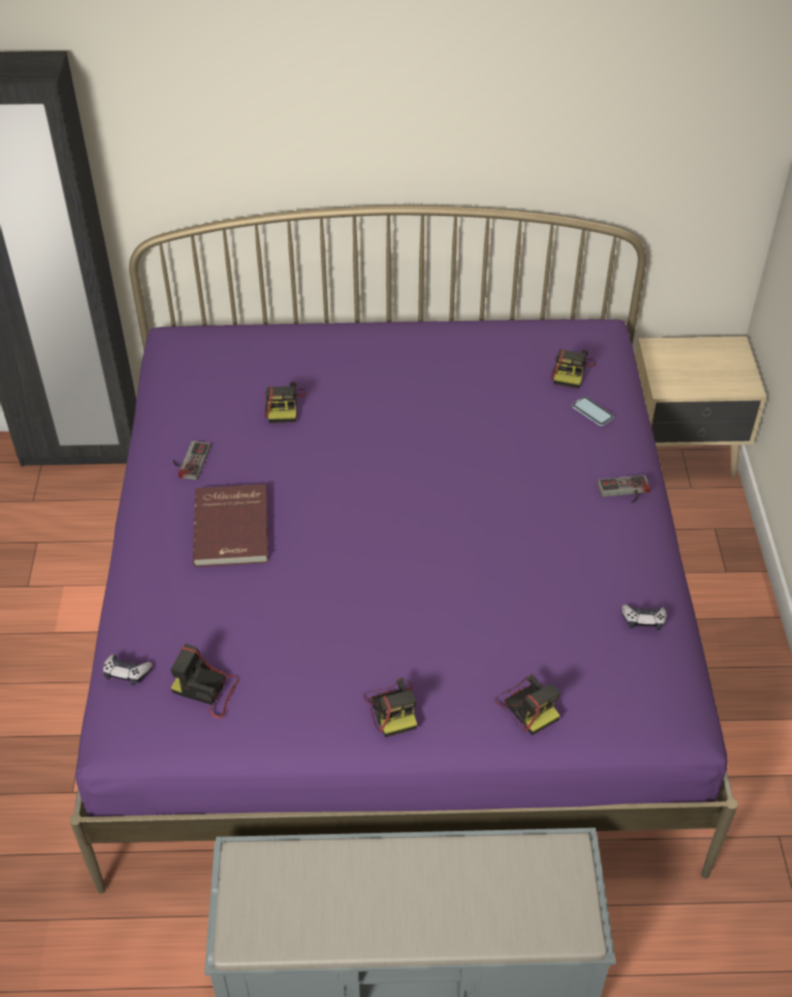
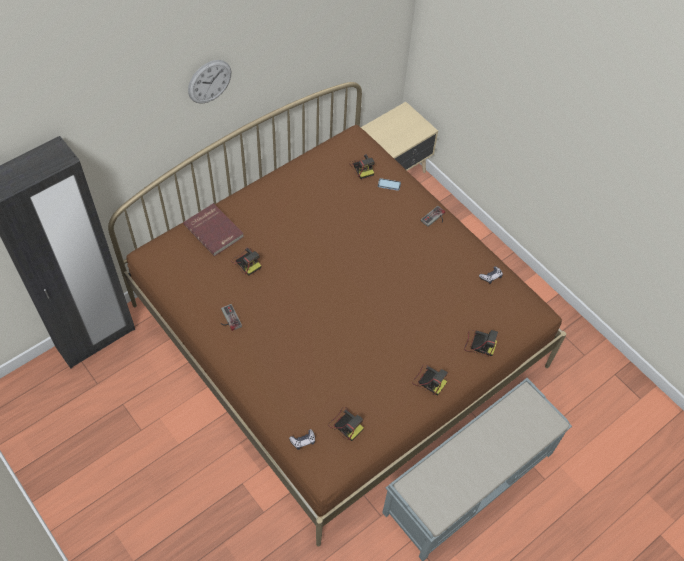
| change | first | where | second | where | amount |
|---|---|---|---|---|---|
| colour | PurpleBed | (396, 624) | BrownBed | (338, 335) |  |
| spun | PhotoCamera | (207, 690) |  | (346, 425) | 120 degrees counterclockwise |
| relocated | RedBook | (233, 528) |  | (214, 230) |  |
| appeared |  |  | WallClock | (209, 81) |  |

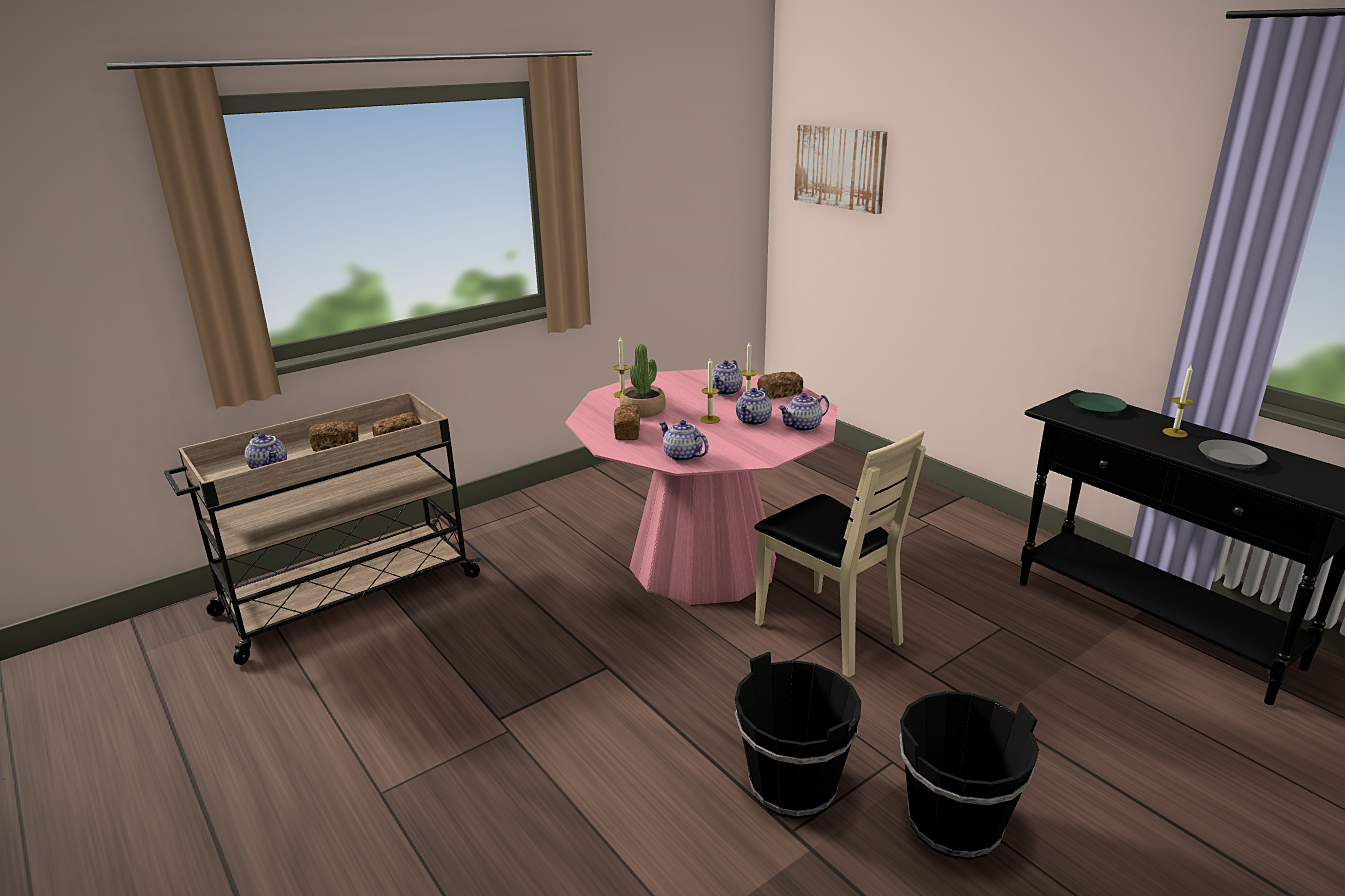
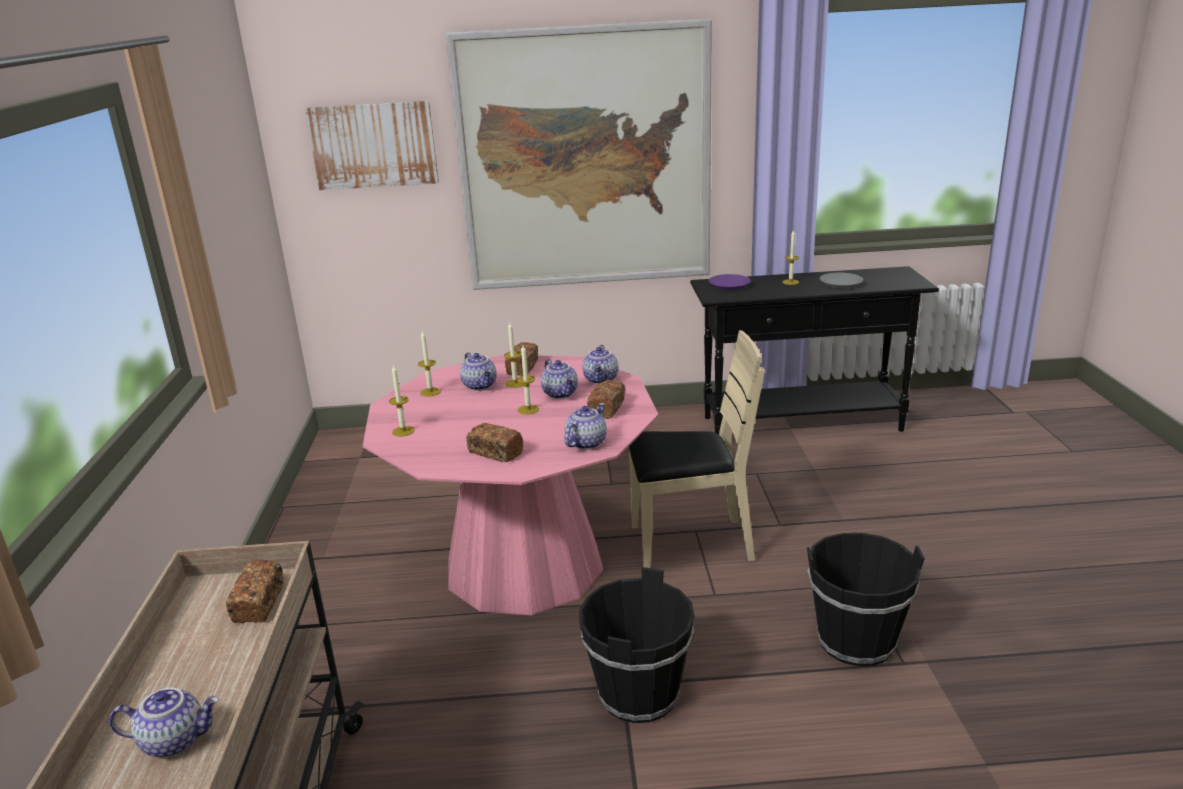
| change | first | where | second | where | amount |
|---|---|---|---|---|---|
| relocated | Bread | (336, 445) |  | (606, 408) |  |
| missing | PottedPlant | (643, 410) |  |  |  |
| spun | Teapot | (682, 456) |  | (586, 443) | 135 degrees clockwise |
| relocated | BlackBucket | (954, 823) |  | (638, 694) |  |
| colour | GreenPlate | (1097, 408) | PurplePlate | (729, 285) |  |
| appeared |  |  | Candle | (430, 392) |  |
| appeared |  |  | Picture | (585, 159) |  |

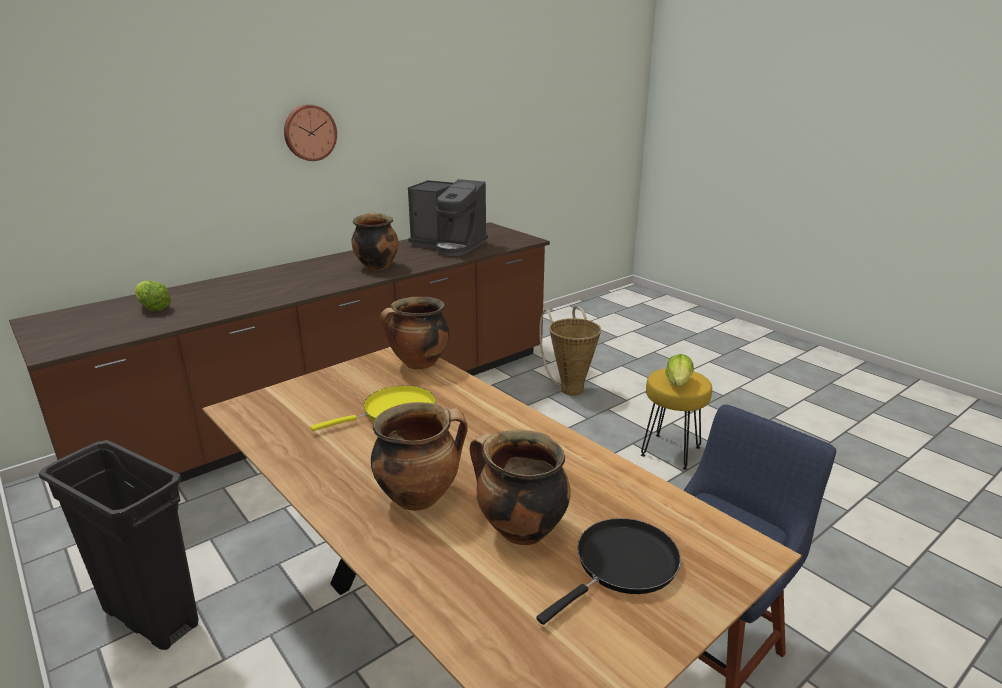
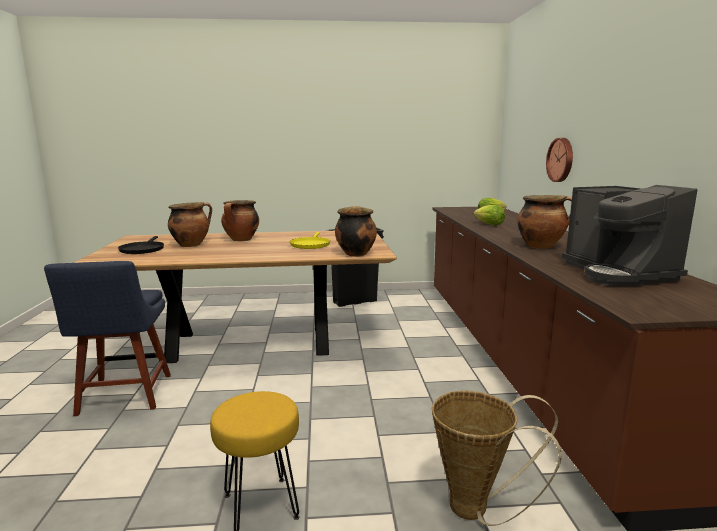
| change | first | where | second | where | amount |
|---|---|---|---|---|---|
| relocated | WallClock | (309, 132) |  | (561, 160) |  |
| spun | CoffeeMachine | (449, 245) |  | (618, 273) | 75 degrees counterclockwise |
| relocated | Lettuce | (678, 383) |  | (489, 224) |  |

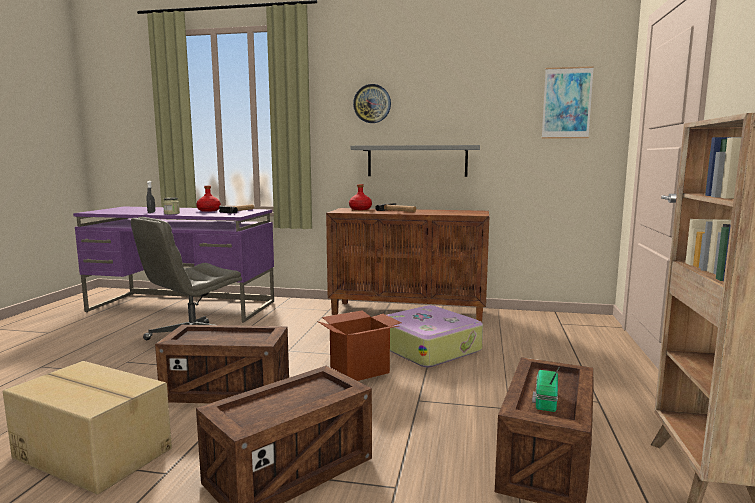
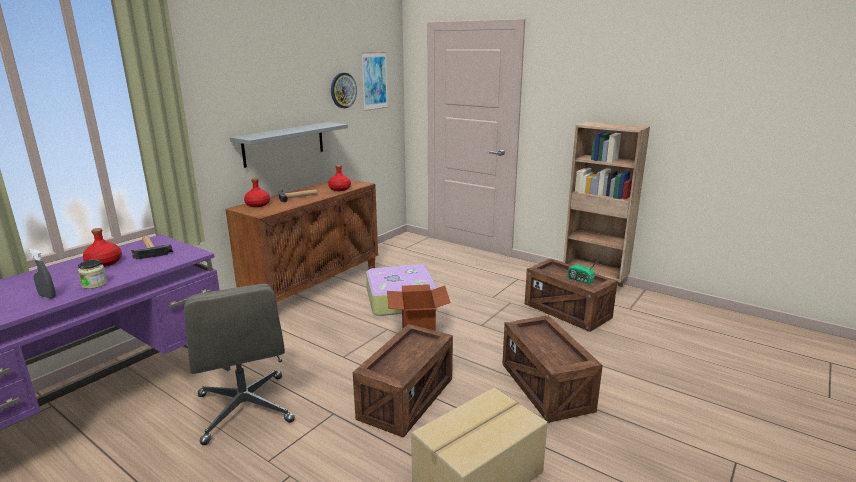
| change | first | where | second | where | amount |
|---|---|---|---|---|---|
| relocated | WallClock | (372, 103) |  | (343, 90) |  |
| appeared |  |  | RedBottle | (340, 189) |  |

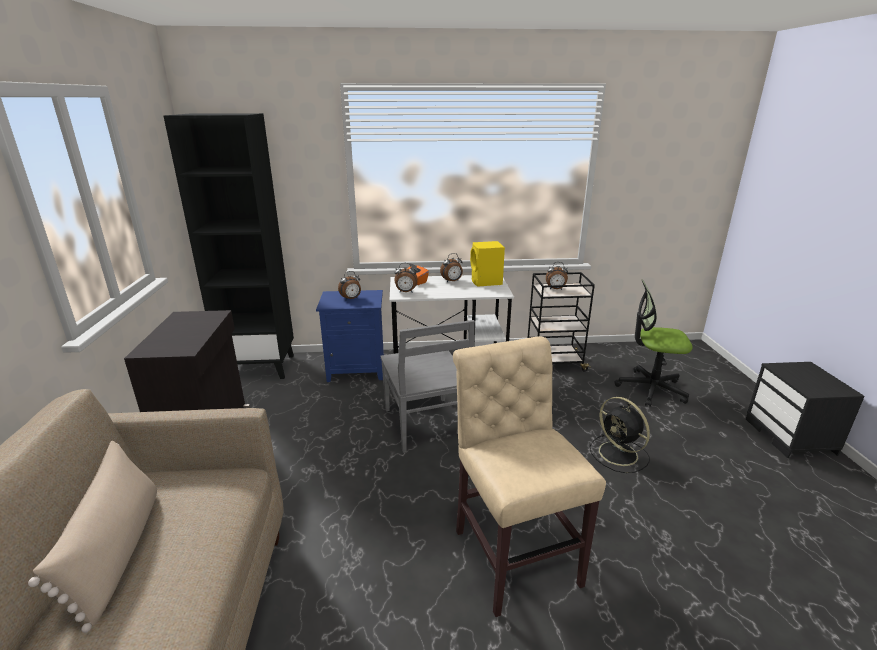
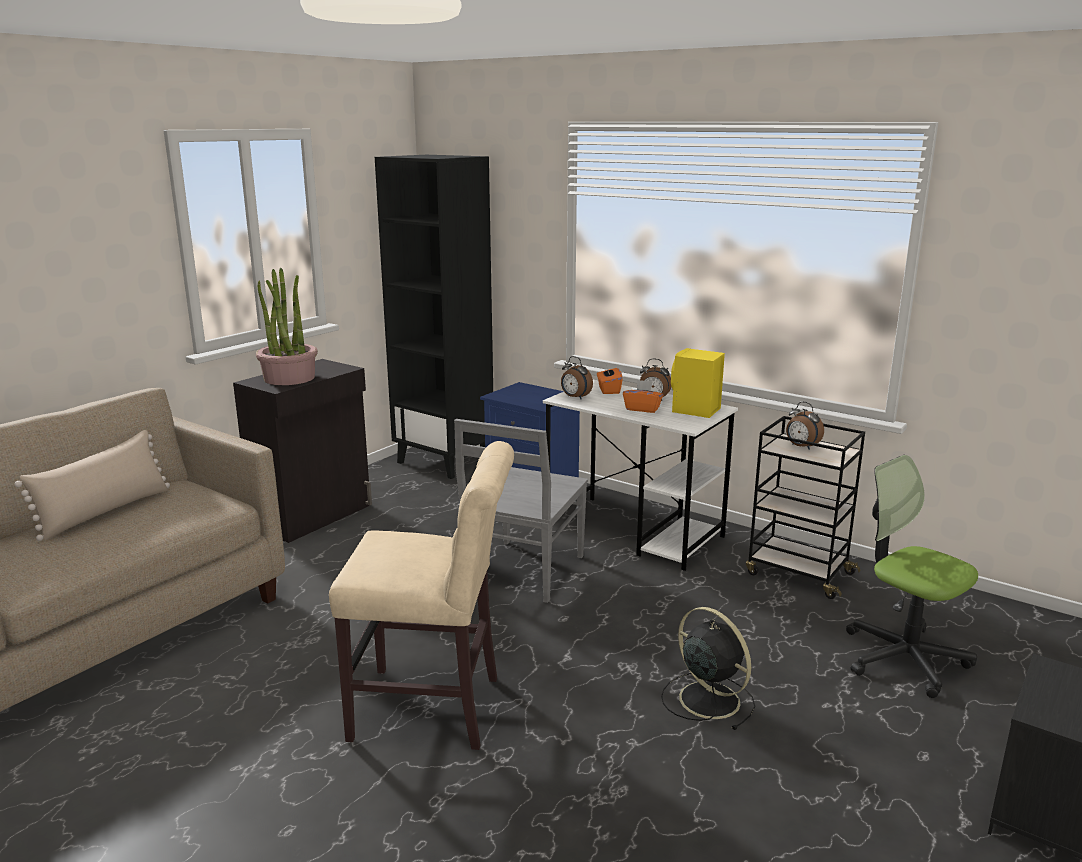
| change | first | where | second | where | amount |
|---|---|---|---|---|---|
| missing | AlarmClock | (351, 299) |  |  |  |
| spun | BeigeChair | (512, 552) |  | (434, 709) | 75 degrees clockwise |
| spun | BlackFan | (619, 454) |  | (707, 698) | 135 degrees clockwise |
| appeared |  |  | PottedPlant | (289, 378) |  |
| appeared |  |  | OrangeTissueBox | (642, 409) |  |

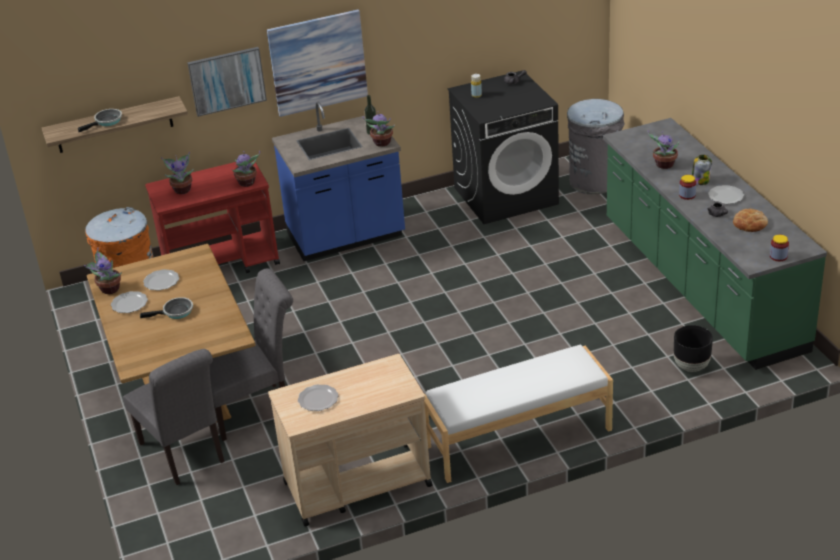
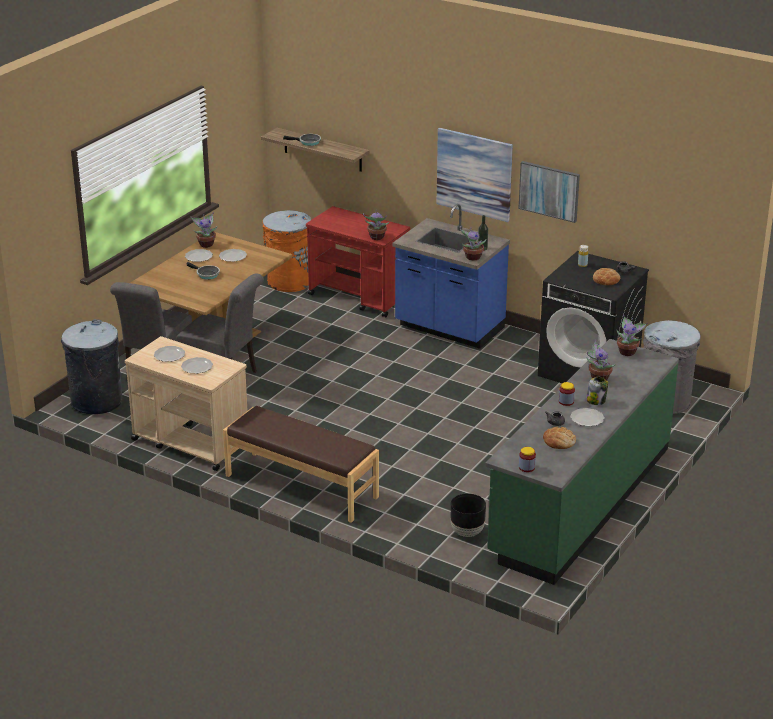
| change | first | where | second | where | amount |
|---|---|---|---|---|---|
| relocated | PottedPlant | (182, 189) |  | (628, 352) |  |
| relocated | Picture | (227, 80) |  | (549, 191) |  |
| colour | WhiteBench | (518, 438) | BrownBench | (301, 486) |  |
| appeared |  |  | GreyTrashCan | (96, 401) |  |
| appeared |  |  | Plate | (197, 367) |  |
| appeared |  |  | Bread | (606, 280) |  |

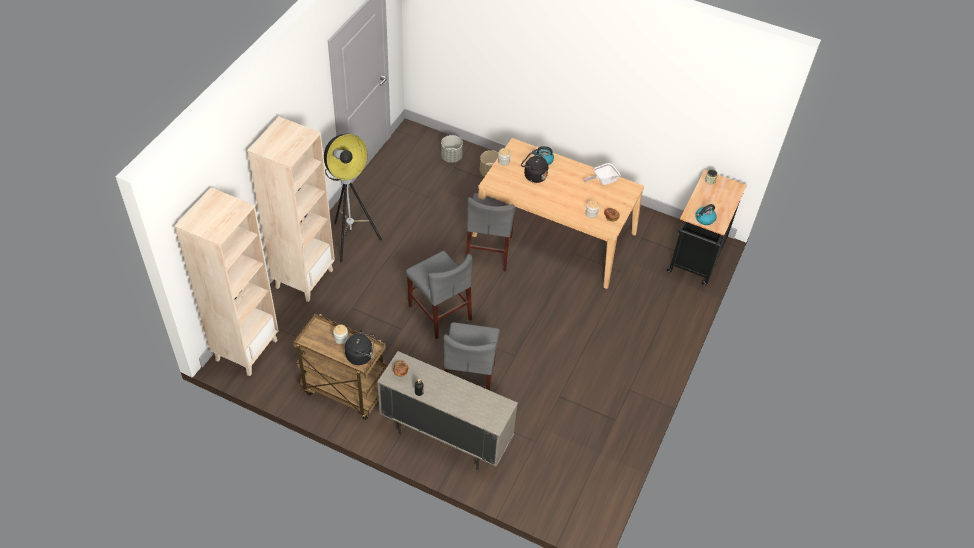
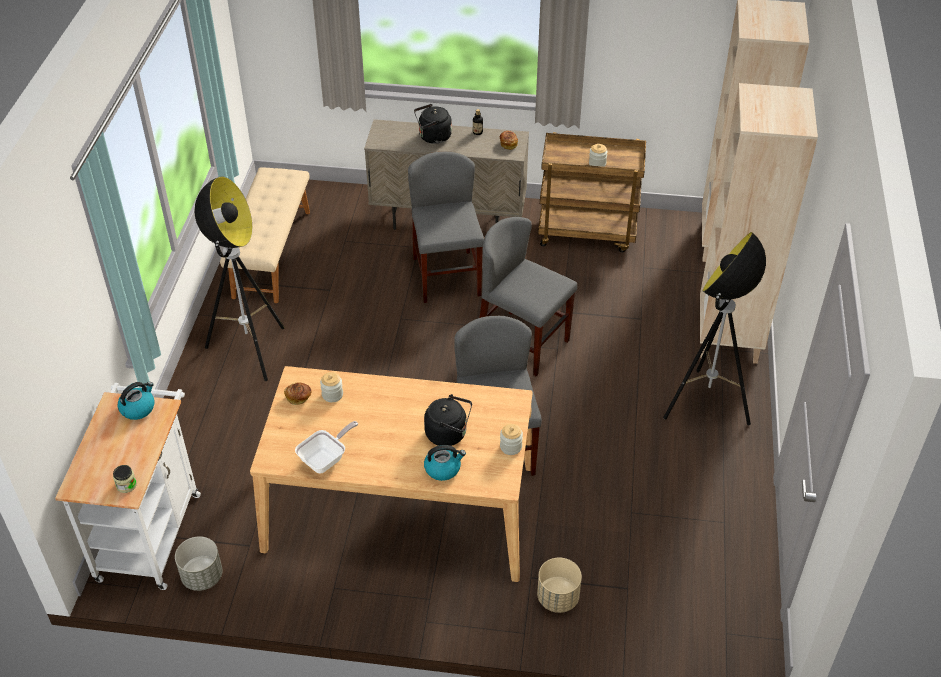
| change | first | where | second | where | amount |
|---|---|---|---|---|---|
| relocated | BlackKettle | (361, 356) |  | (433, 137) |  |
| relocated | GreyPlanter | (451, 157) |  | (202, 576) |  |
| colour | BlackCart | (695, 260) | WhiteCart | (151, 529) |  |
| appeared |  |  | FloorLamp | (249, 351) |  |
| appeared |  |  | BeigeBench | (271, 253) |  |

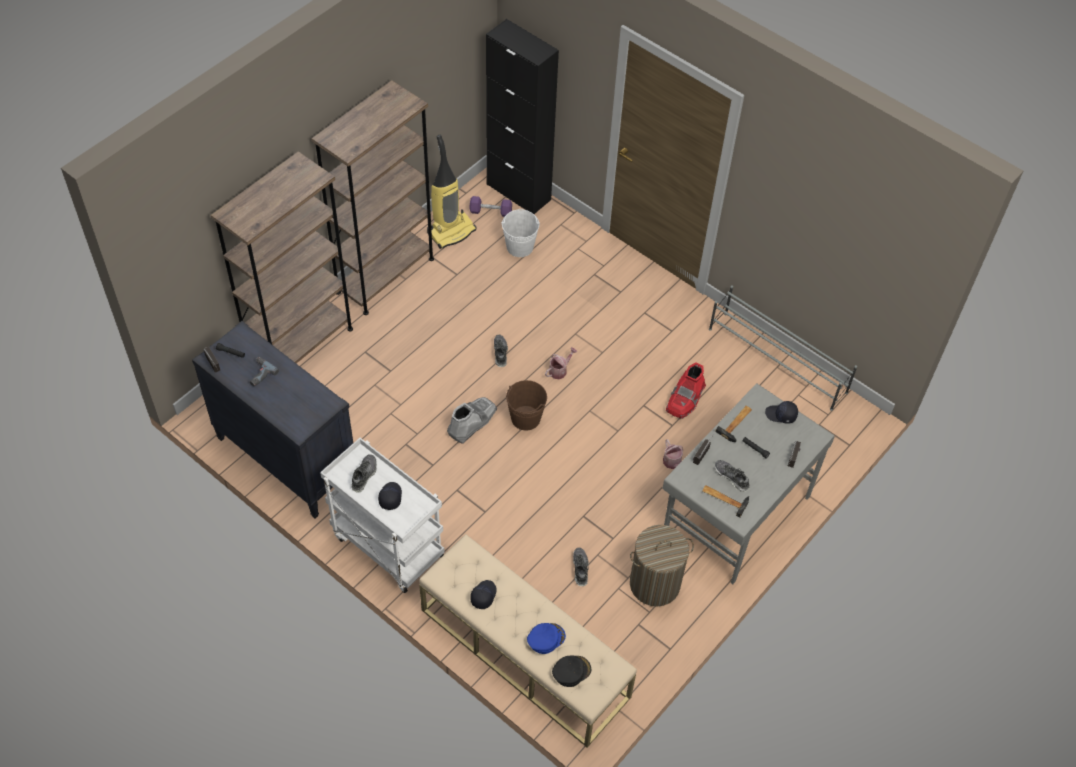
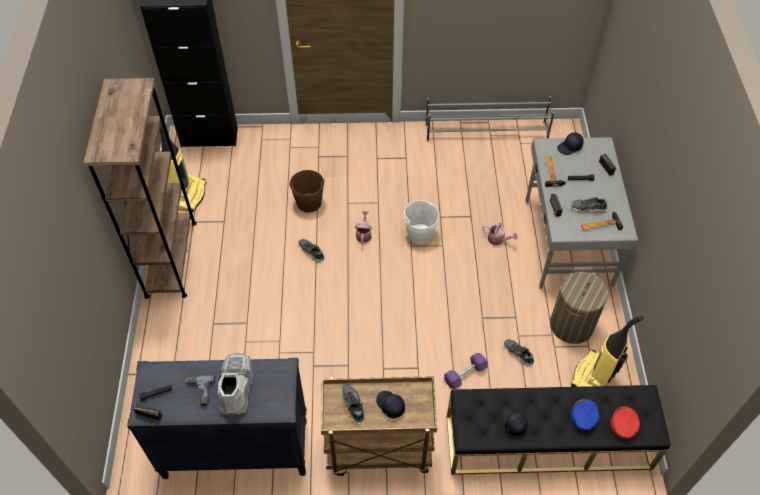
| change | first | where | second | where | amount |
|---|---|---|---|---|---|
| missing | BrownBookcase | (301, 347) |  |  |  |
| colour | WhiteCart | (386, 546) | BrownCart | (377, 450) |  |
| colour | BeigeBench | (524, 653) | BlackBench | (547, 442) |  |
| relocated | GreyBoot | (472, 422) |  | (236, 387) |  |
| relocated | PurpleDumbbell | (490, 211) |  | (465, 374) |  |
| relocated | WhiteBucket | (520, 246) |  | (420, 234) |  |
| relocated | BrownBucket | (525, 418) |  | (309, 203) |  |
| colour | BlackCap | (571, 671) | RedCap | (624, 423) |  |
| missing | RedBoot | (685, 399) |  |  |  |
| appeared |  |  | VacuumCleaner | (593, 375) |  |

